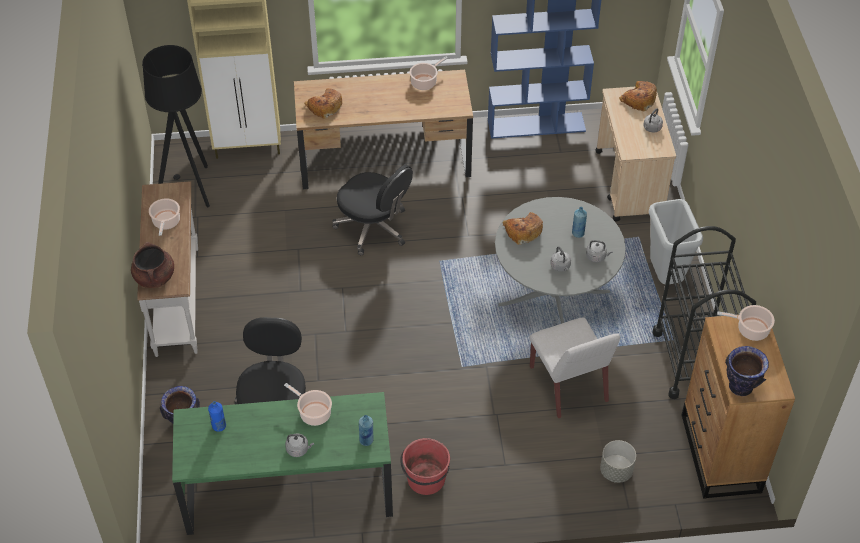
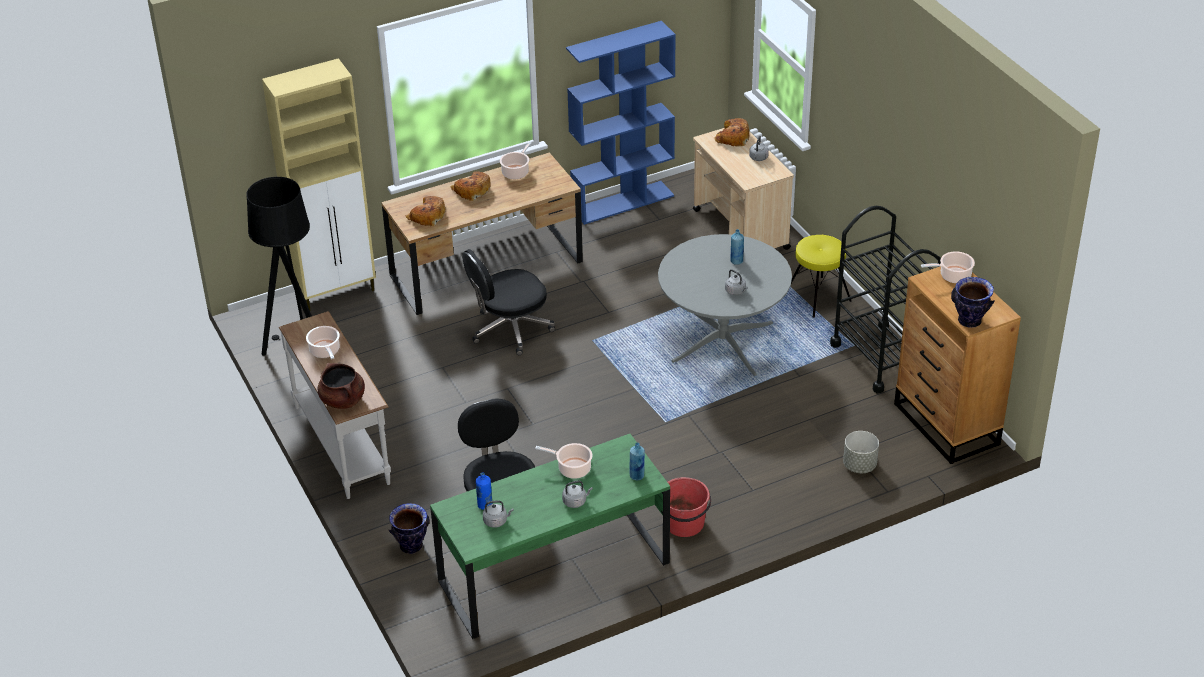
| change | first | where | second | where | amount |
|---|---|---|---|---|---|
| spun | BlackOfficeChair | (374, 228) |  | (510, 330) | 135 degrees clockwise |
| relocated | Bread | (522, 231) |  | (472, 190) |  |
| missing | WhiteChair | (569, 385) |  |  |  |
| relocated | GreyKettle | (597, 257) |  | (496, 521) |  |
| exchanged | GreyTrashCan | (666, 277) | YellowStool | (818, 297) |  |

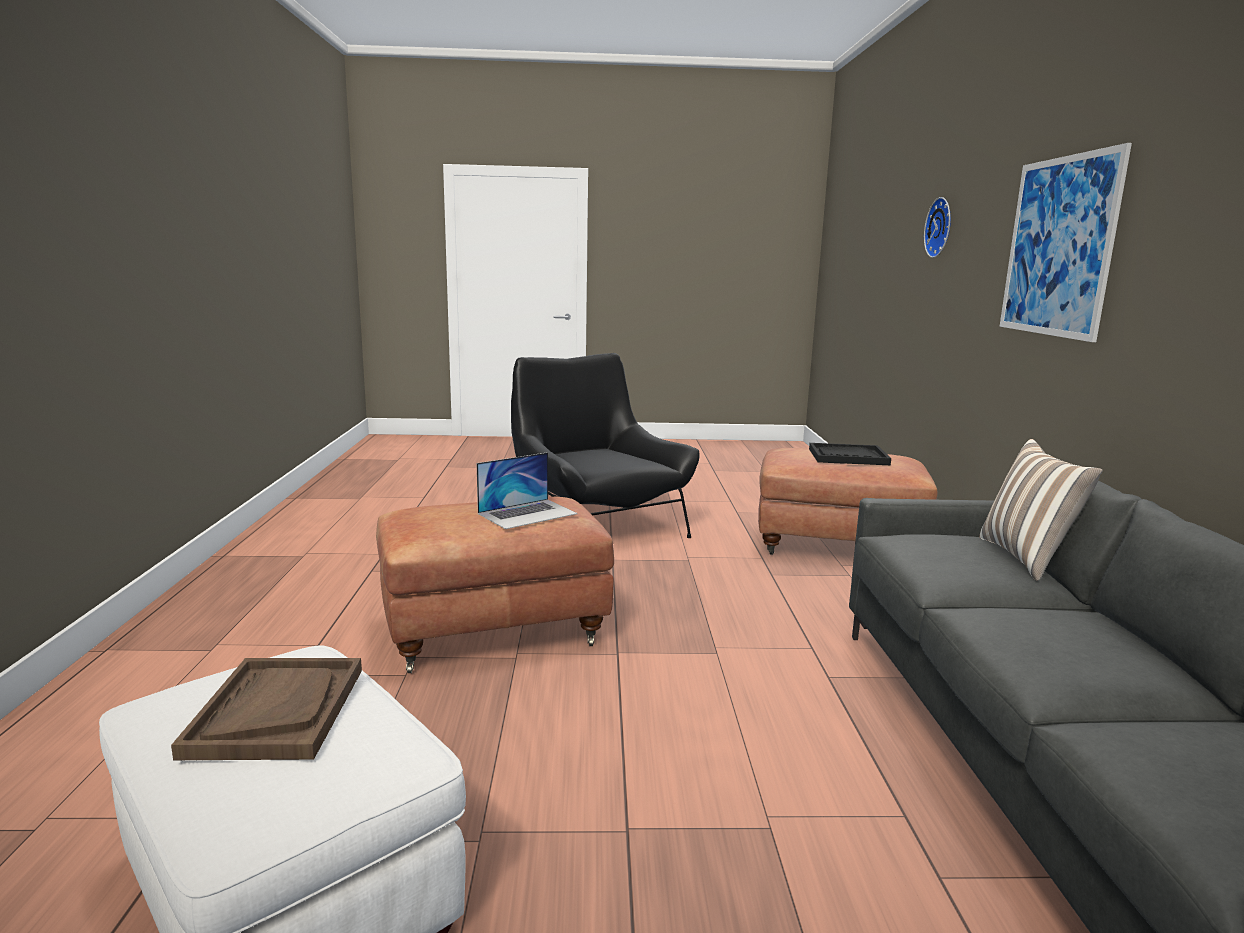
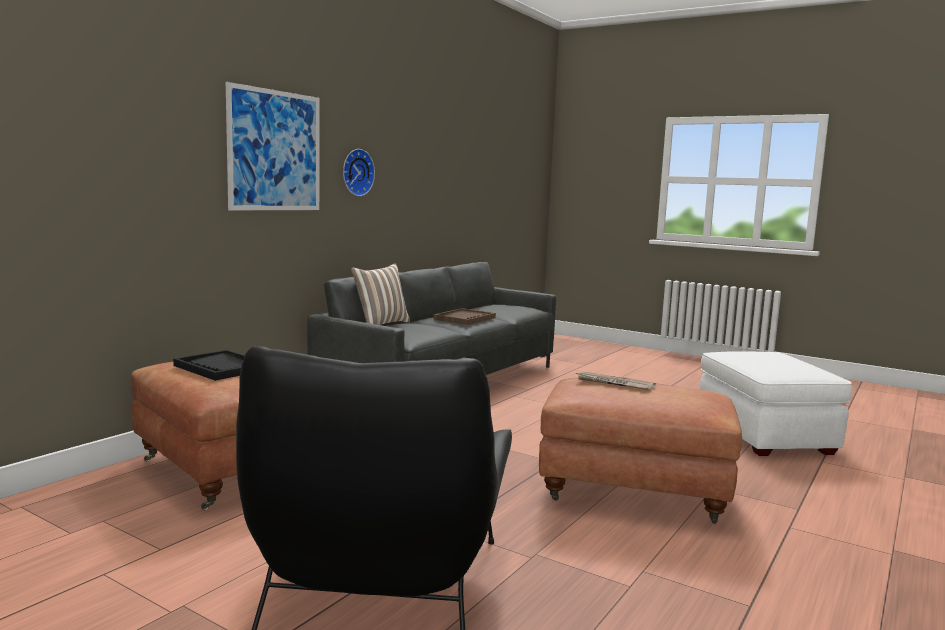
| change | first | where | second | where | amount |
|---|---|---|---|---|---|
| relocated | BrownTray | (276, 711) |  | (464, 318) |  |
| exchanged | Laptop | (527, 513) | Newspaper | (614, 383) |  |
| relocated | WallClock | (941, 227) |  | (356, 172) |  |

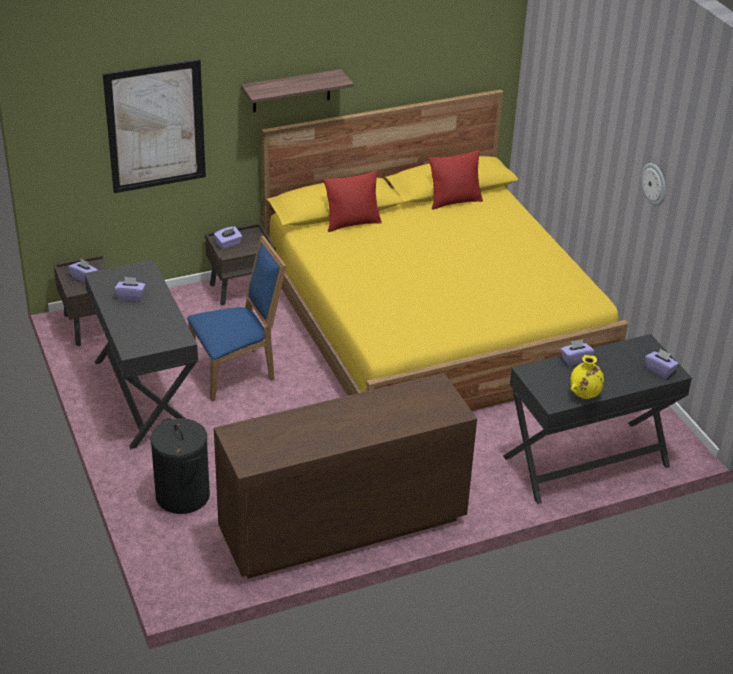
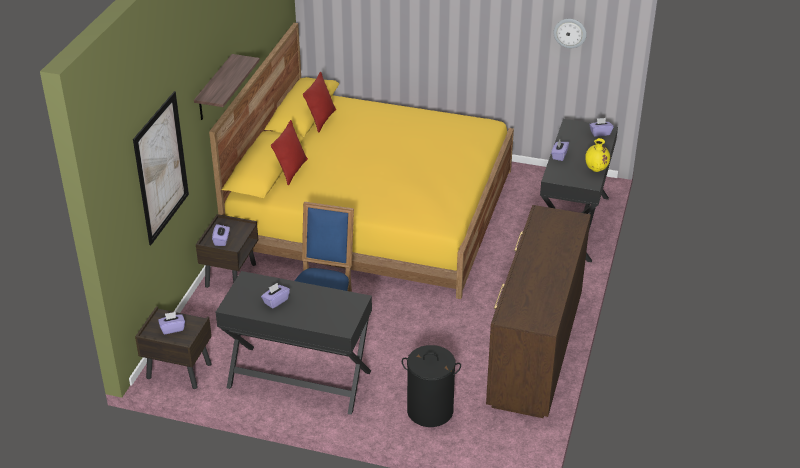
| change | first | where | second | where | amount |
|---|---|---|---|---|---|
| relocated | WallClock | (654, 184) |  | (570, 33) |  |

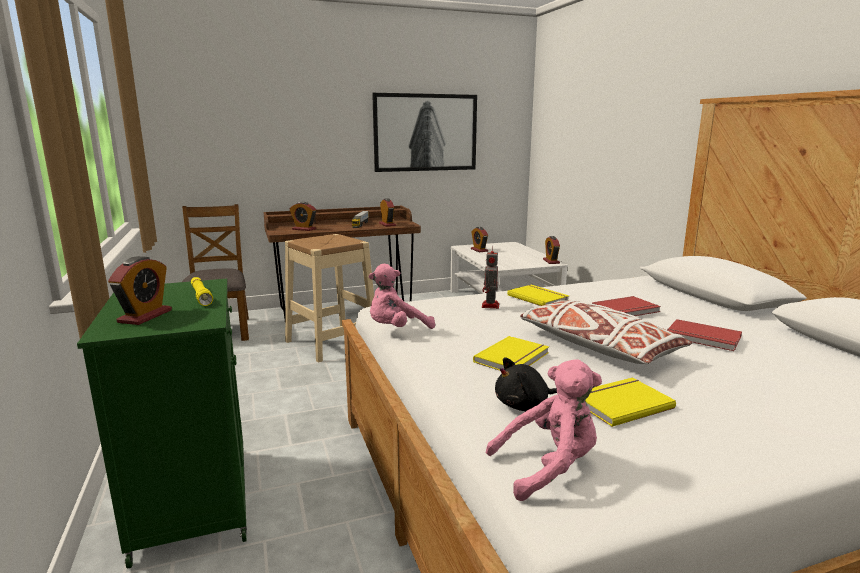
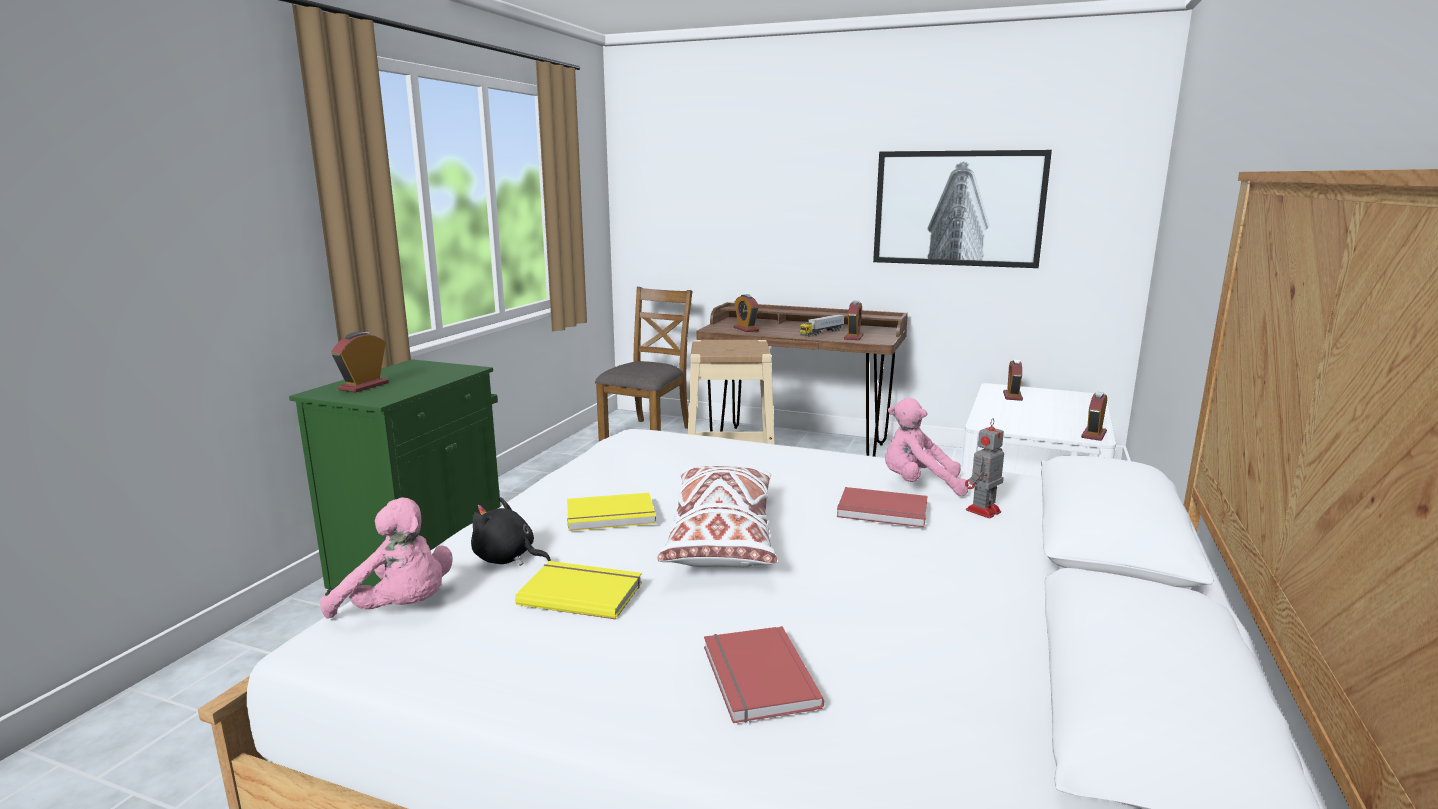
| change | first | where | second | where | amount |
|---|---|---|---|---|---|
| spun | AlarmClock | (145, 316) |  | (364, 386) | 150 degrees clockwise |
| missing | YellowFlashlight | (201, 296) |  |  |  |
| relocated | PinkPlushToy | (397, 329) |  | (918, 485) |  |
| relocated | ToyRobot | (490, 306) |  | (982, 511) |  |
| missing | YellowBook | (538, 297) |  |  |  |
| relocated | RedBook | (703, 338) |  | (755, 678) |  |

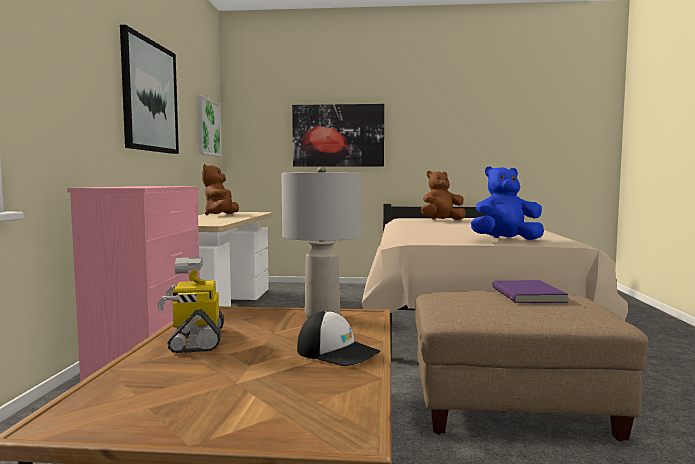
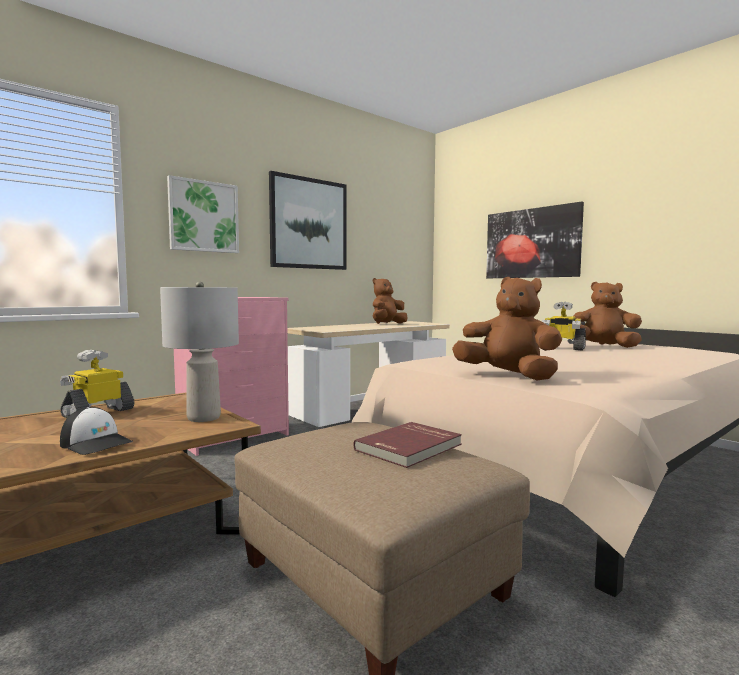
| change | first | where | second | where | amount |
|---|---|---|---|---|---|
| relocated | Picture | (208, 127) |  | (204, 216) |  |
| spun | Cap | (338, 352) |  | (97, 443) | 45 degrees counterclockwise |
| colour | BluePlushToy | (505, 240) | BrownPlushToy | (508, 376) |  |
| colour | PurpleBook | (529, 295) | RedBook | (410, 447) |  |
| appeared |  |  | ToyRobot | (561, 348) |  |

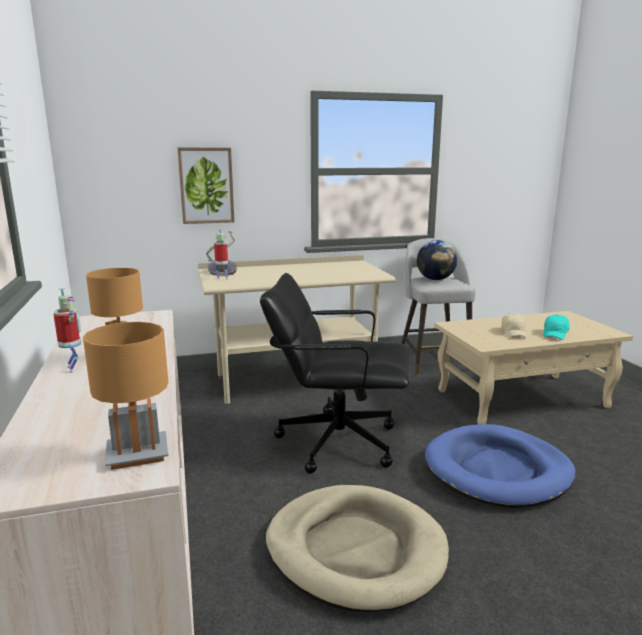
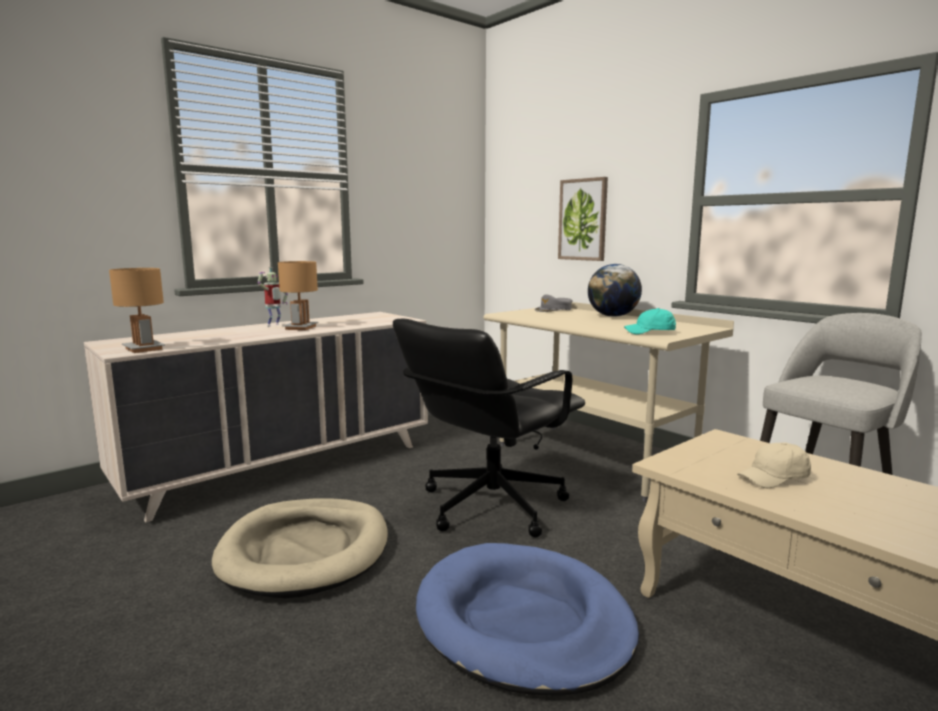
| change | first | where | second | where | amount |
|---|---|---|---|---|---|
| missing | ToyRobot | (222, 279) |  |  |  |
| spun | BlackOfficeChair | (336, 441) |  | (490, 505) | 120 degrees counterclockwise |
| relocated | Globe | (435, 279) |  | (613, 316) |  |
| relocated | TurquoiseCap | (555, 334) |  | (650, 332) |  |

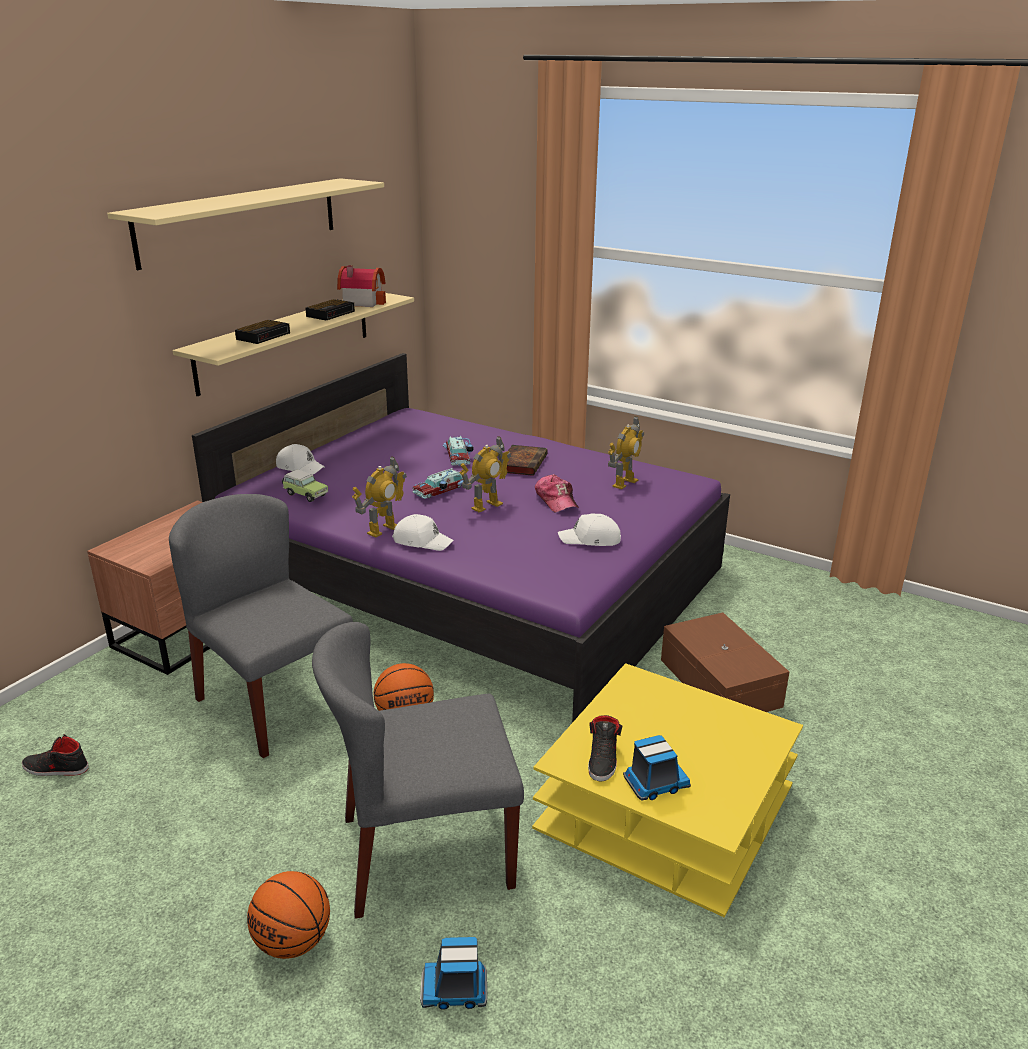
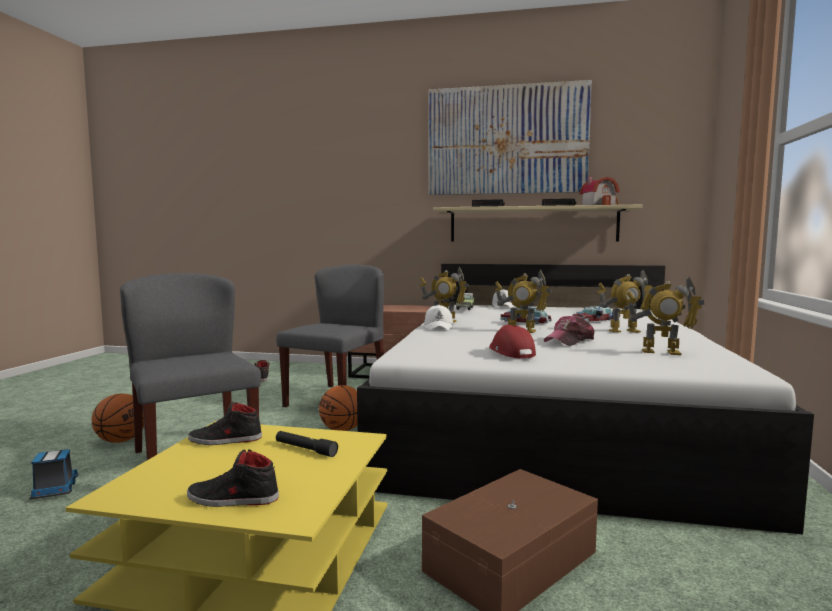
| change | first | where | second | where | amount |
|---|---|---|---|---|---|
| exchanged | BeigeShelf | (241, 220) | Picture | (506, 140) |  |
| colour | PurpleBed | (473, 577) | WhiteBed | (550, 419) |  |
| exchanged | Book | (522, 463) | ToyRobot | (624, 331) |  |
| colour | WhiteCap | (590, 539) | RedCap | (510, 352) |  |
| missing | ToyTruck | (655, 783) |  |  |  |
| appeared |  |  | BlackShoe | (232, 499) |  |
| appeared |  |  | BlackFlashlight | (305, 449) |  |

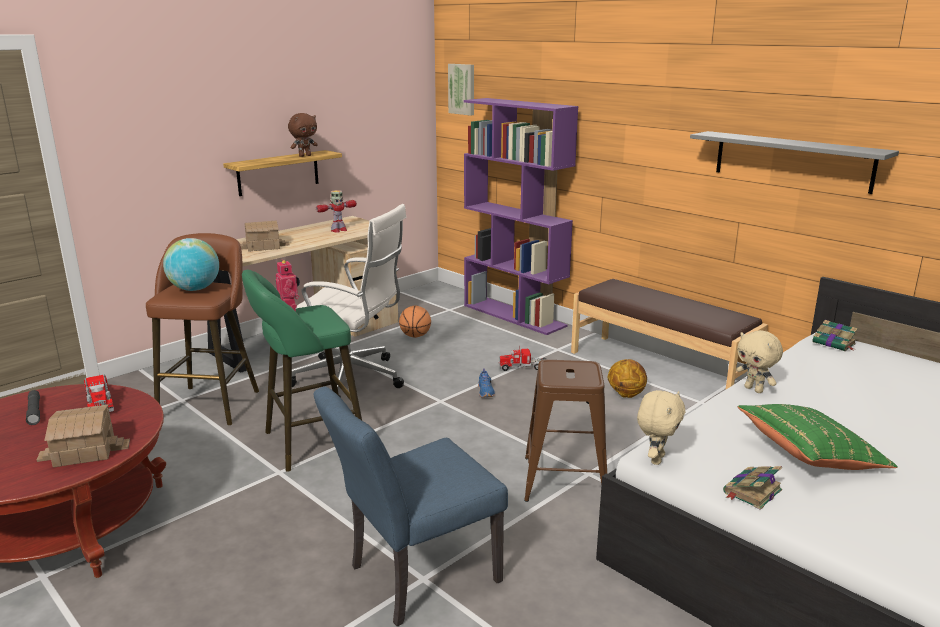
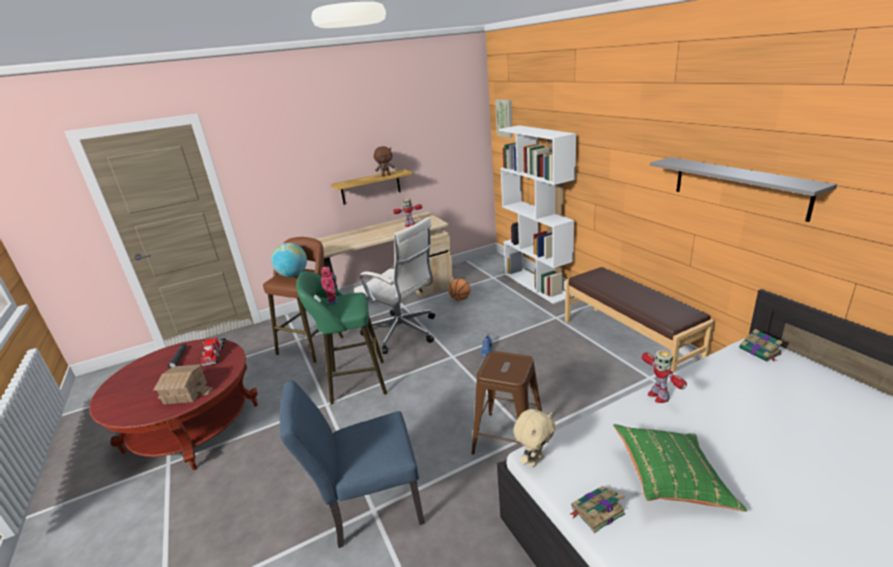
| change | first | where | second | where | amount |
|---|---|---|---|---|---|
| missing | ToyHouse | (263, 246) |  |  |  |
| colour | PurpleBookcase | (515, 315) | WhiteBookcase | (537, 285) |  |
| missing | ToyTruck | (524, 367) |  |  |  |
| missing | Basketball | (626, 394) |  |  |  |
| exchanged | BeigePlushToy | (754, 389) | ToyRobot | (658, 396) |  |

